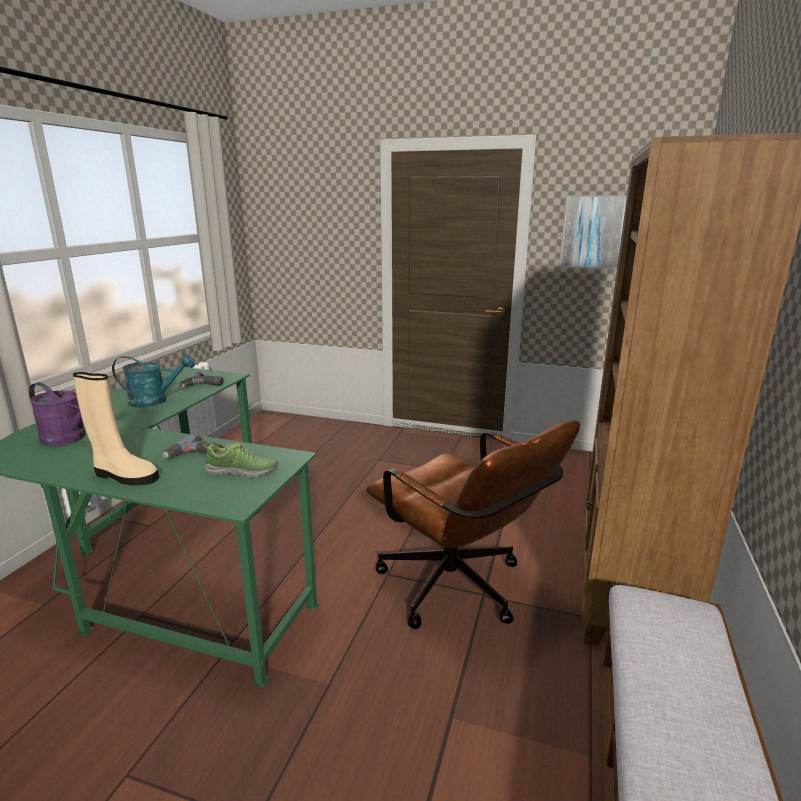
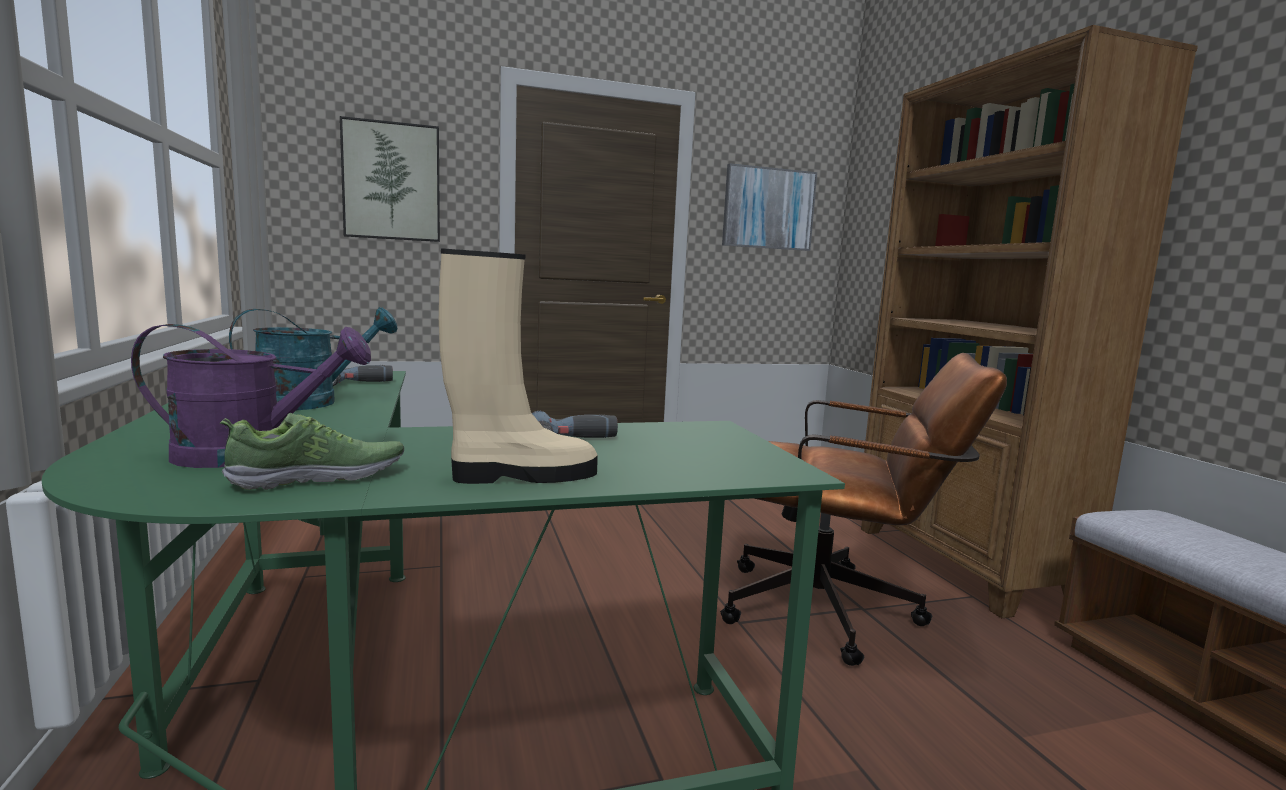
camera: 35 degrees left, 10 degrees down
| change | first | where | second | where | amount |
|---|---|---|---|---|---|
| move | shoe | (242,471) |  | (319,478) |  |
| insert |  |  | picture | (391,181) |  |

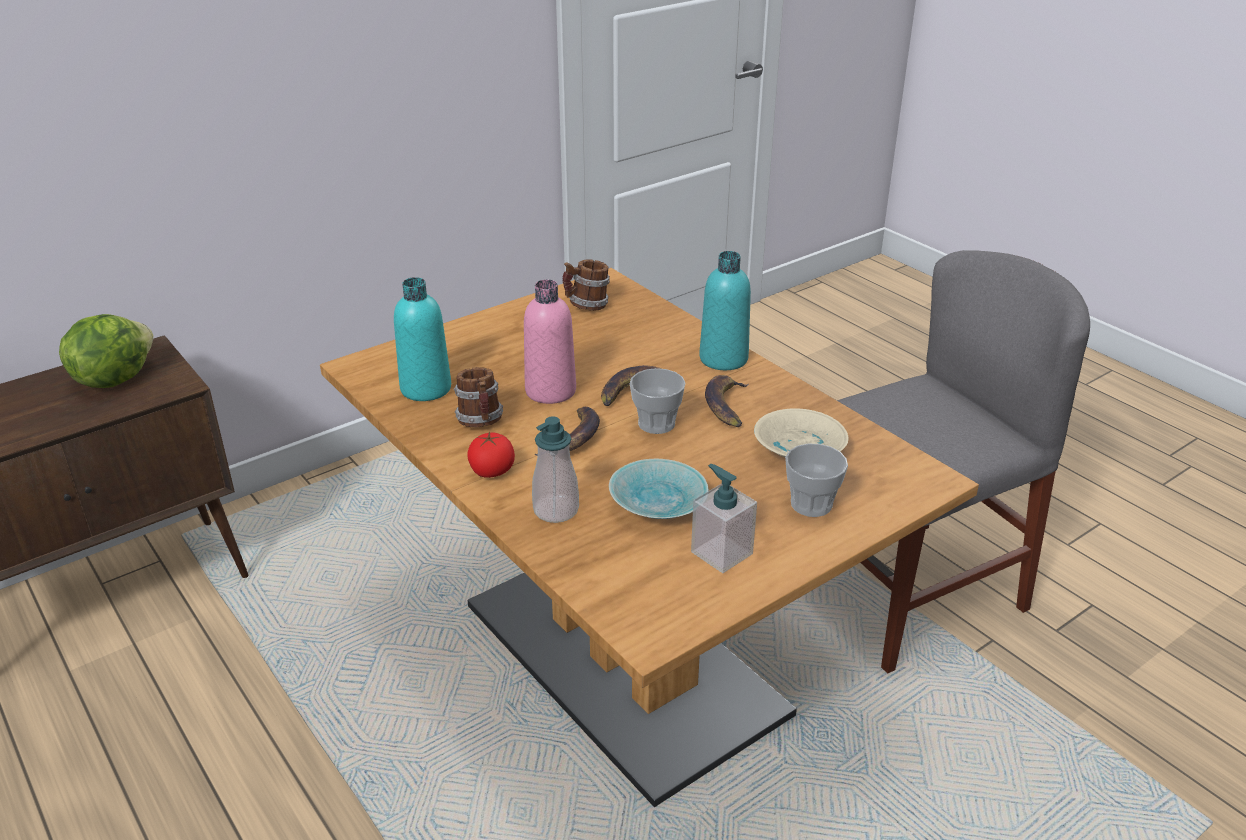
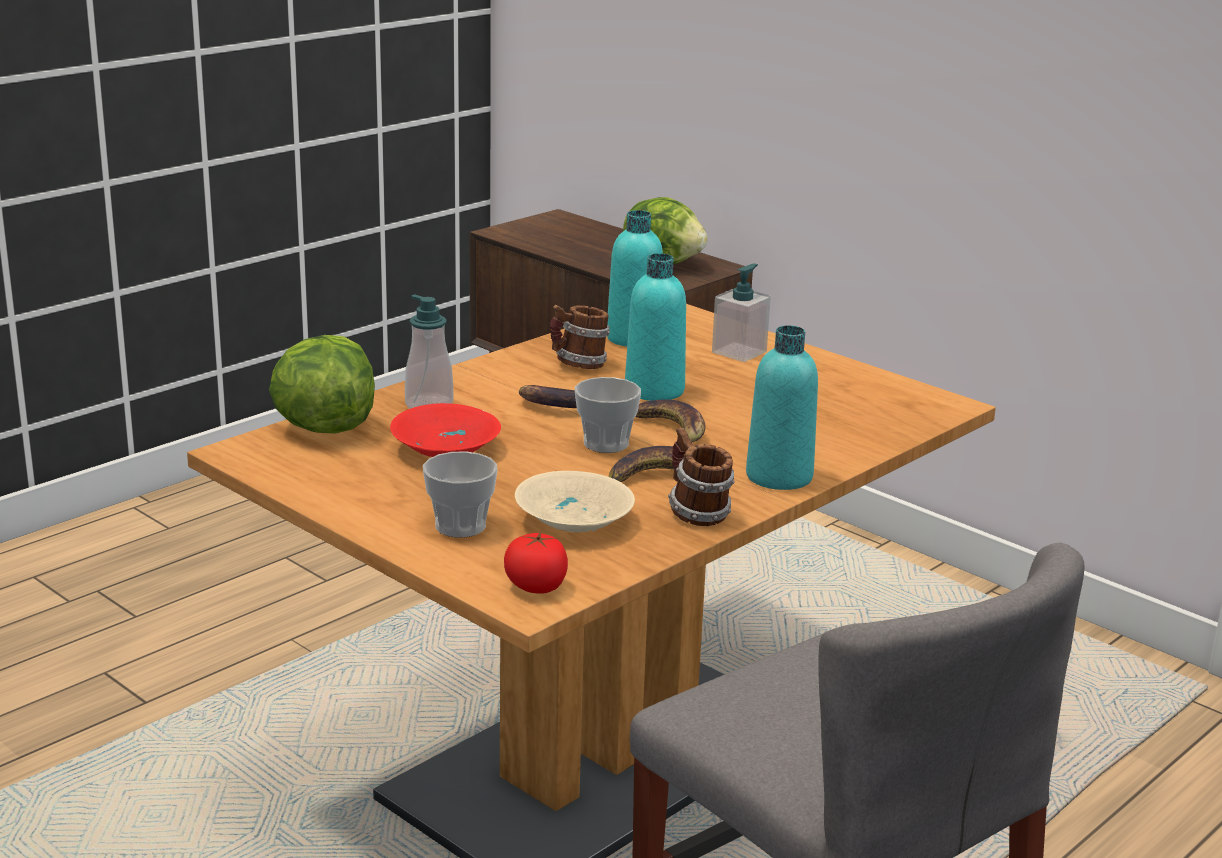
camera: 80 degrees right, 10 degrees down
| change | first | where | second | where | amount |
|---|---|---|---|---|---|
| move | tomato | (492,471) |  | (536,587) |  |
| recolor | beverage bottle/pinkish | (550,391) | beverage bottle/turquoise-coloured | (654,390) |  |
| move | mug | (586,306) |  | (696,513) |  |
| recolor | deep dish/turquoise-coloured | (657,503) | deep dish/red | (449,448) |  |
| move | soap bottle | (721,553) |  | (739,352) |  |
| insert |  |  | head of lettuce | (324,427) |  |

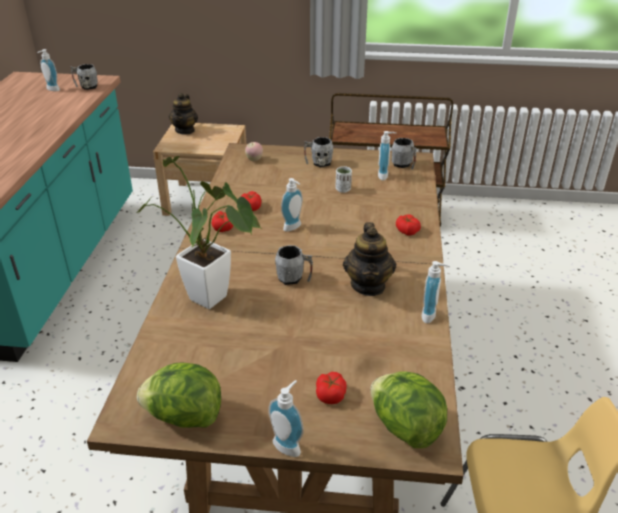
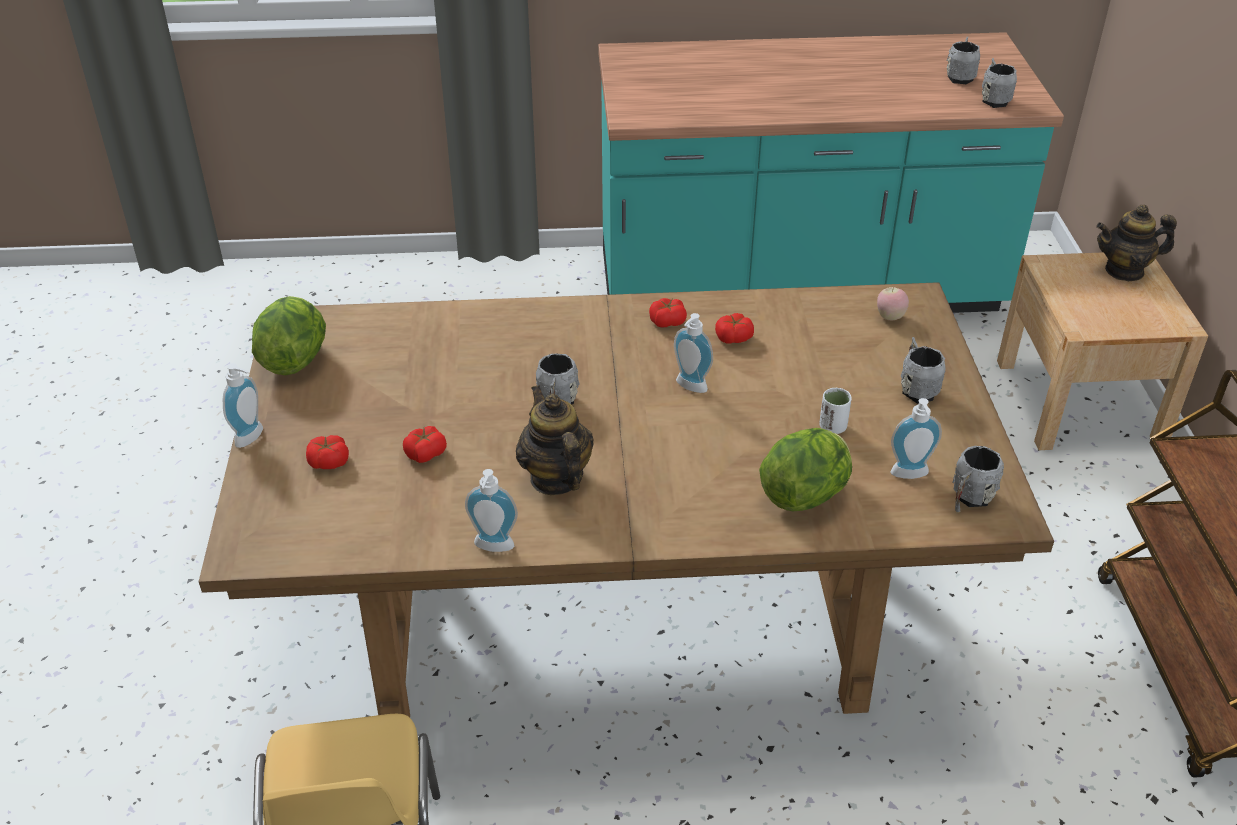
camera: 80 degrees right, 5 degrees up
| change | first | where | second | where | amount |
|---|---|---|---|---|---|
| replace | soap bottle | (51,90) | mug/gray | (960,76) |  |
| delete | potted plant | (214,302) |  |  |  |
| rotate | tea pot | (368,285) |  | (555,478) | 75 degrees clockwise |
| move | head of lettuce | (404,427) |  | (805,494) |  |
| move | tomato | (407,231) |  | (425,453) |  |

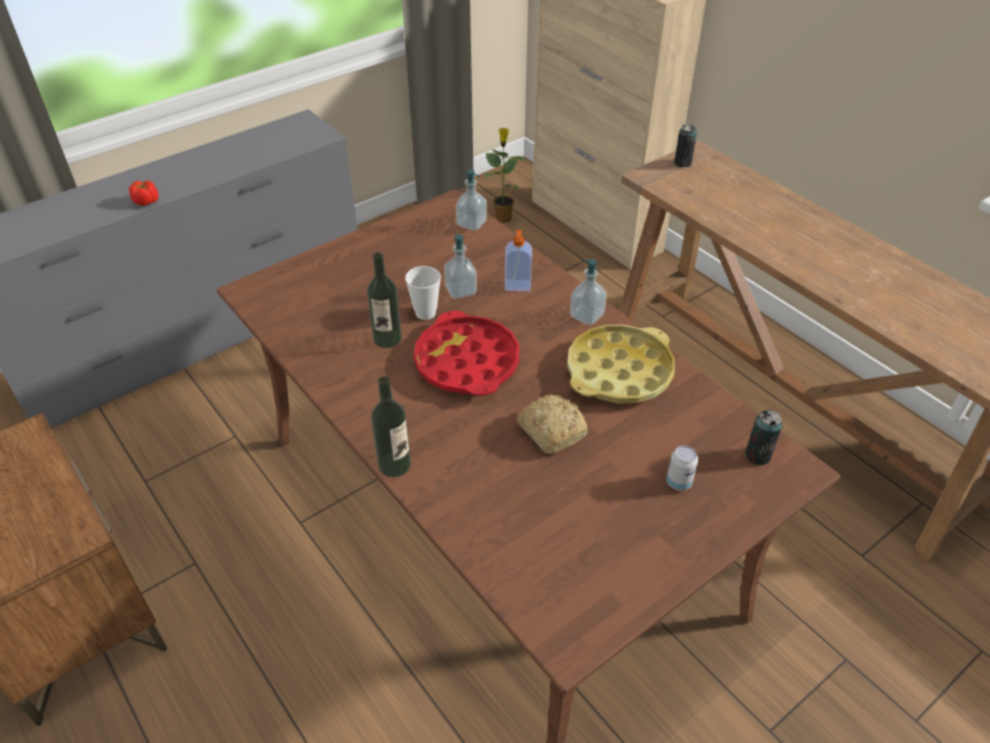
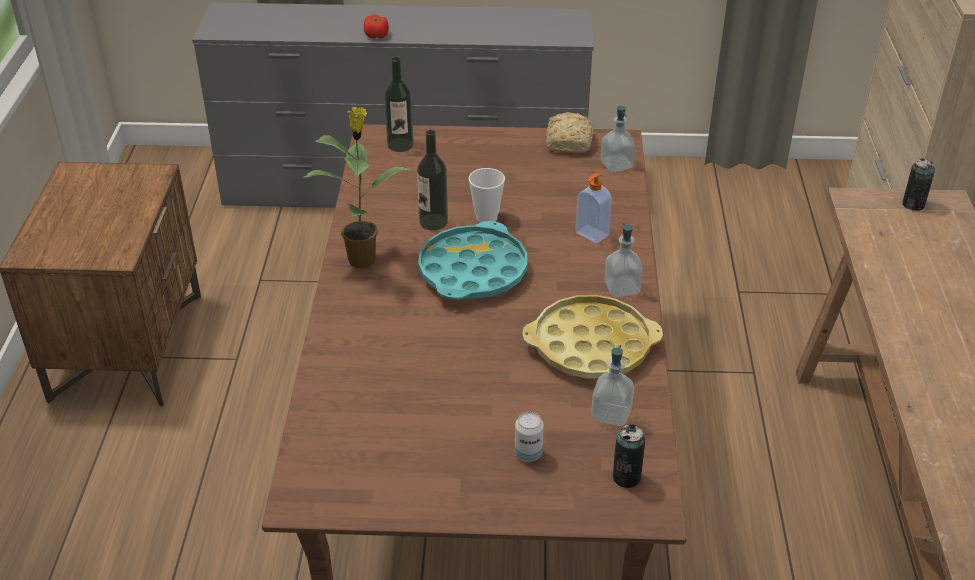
camera: 40 degrees right, 5 degrees down
| change | first | where | second | where | amount |
|---|---|---|---|---|---|
| move | beverage bottle | (394,464) |  | (400,145) |  |
| recolor | serving tray/red | (467,362) | serving tray/turquoise-coloured | (472,271) |  |
| move | soap bottle | (460,290) |  | (611,414) |  |
| move | potted plant | (503,218) |  | (363,258) |  |
| move | baked bread | (551,430) |  | (569,142) |  |

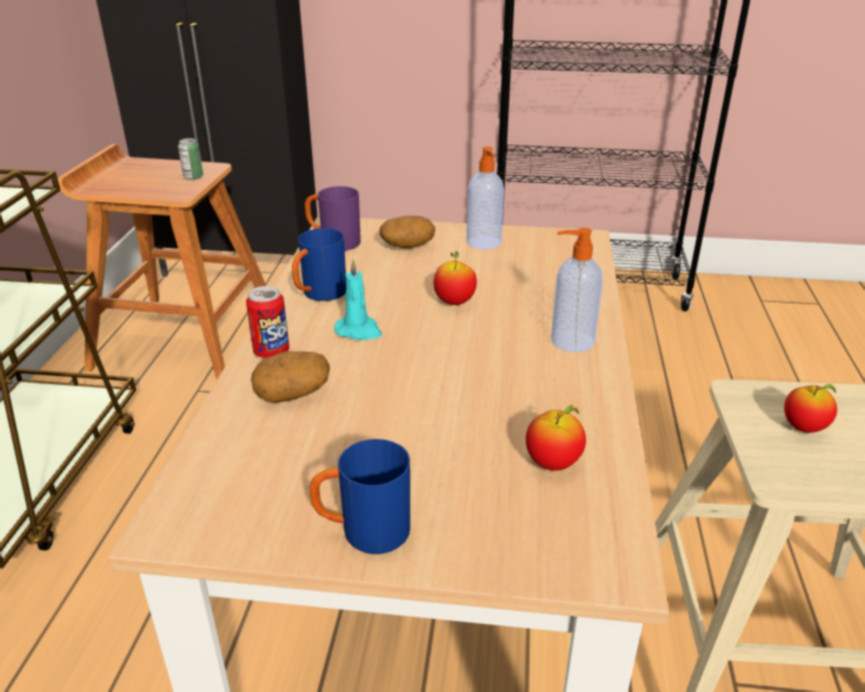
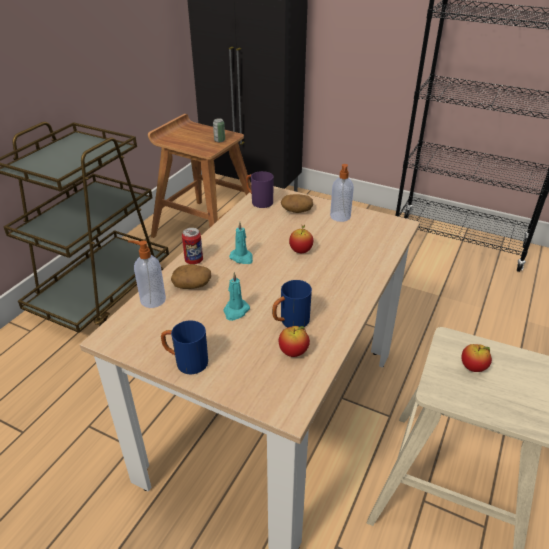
camera: 20 degrees right, 5 degrees up
| change | first | where | second | where | amount |
|---|---|---|---|---|---|
| move | mug/bluish | (319,295) |  | (290,322) |  |
| move | soap bottle | (570,341) |  | (152,300) |  |
| insert |  |  | wax candle/turquoise-coloured | (235,311) |  |

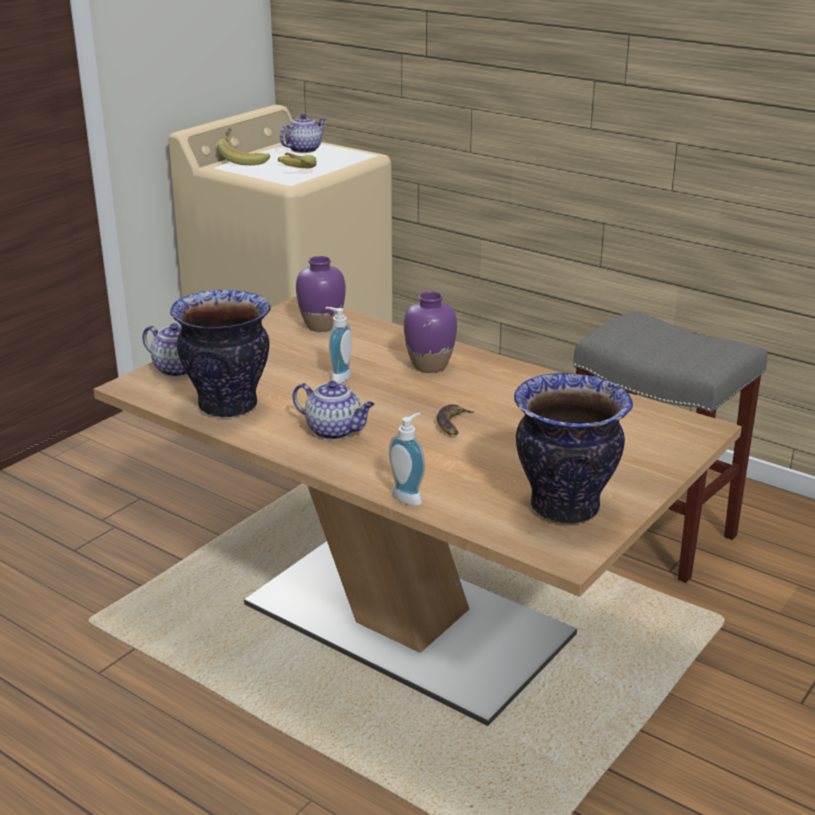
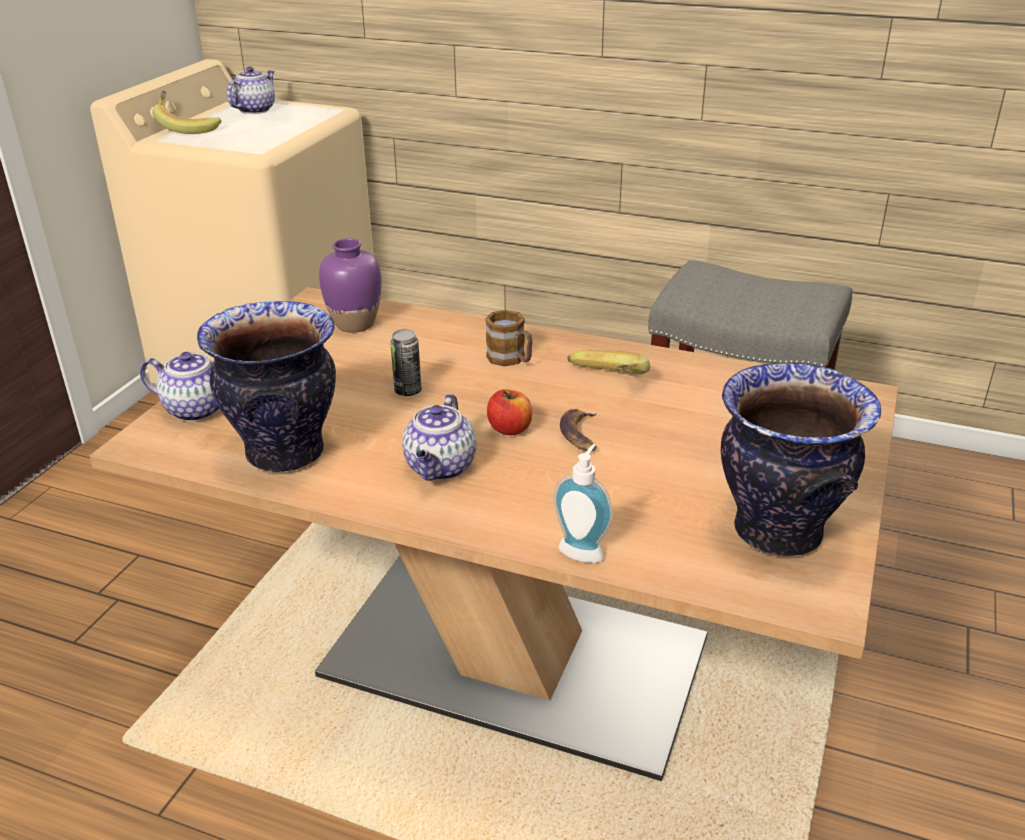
camera: 15 degrees left, 5 degrees up
| change | first | where | second | where | amount |
|---|---|---|---|---|---|
| move | banana fruit | (291,172) |  | (605,384) |  |
| rotate | tea pot | (335,431) |  | (441,468) | 90 degrees clockwise |
| replace | soap bottle | (338,377) | metal can | (408,391) |  |
| replace | decorative vase/purple | (430,366) | mug | (511,360) |  |
| insert |  |  | apple | (510,429) |  |

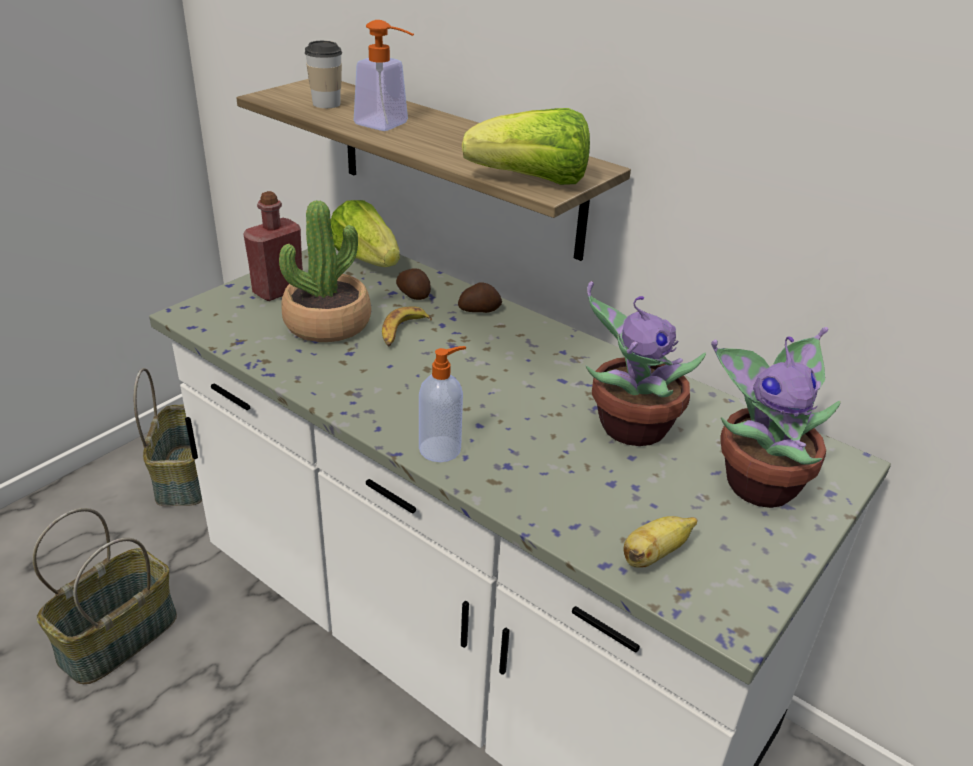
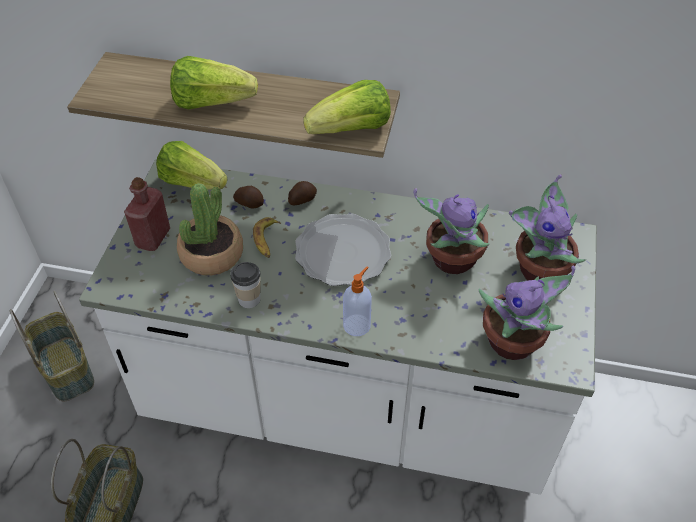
camera: 25 degrees left, 15 degrees up
| change | first | where | second | where | amount |
|---|---|---|---|---|---|
| move | cup | (326,104) |  | (249,299) |  |
| replace | soap bottle | (388,126) | head of lettuce | (211,102) |  |
| replace | banana fruit | (654,555) | potted plant | (513,344) |  |
| insert |  |  | plate | (342,253) |  |

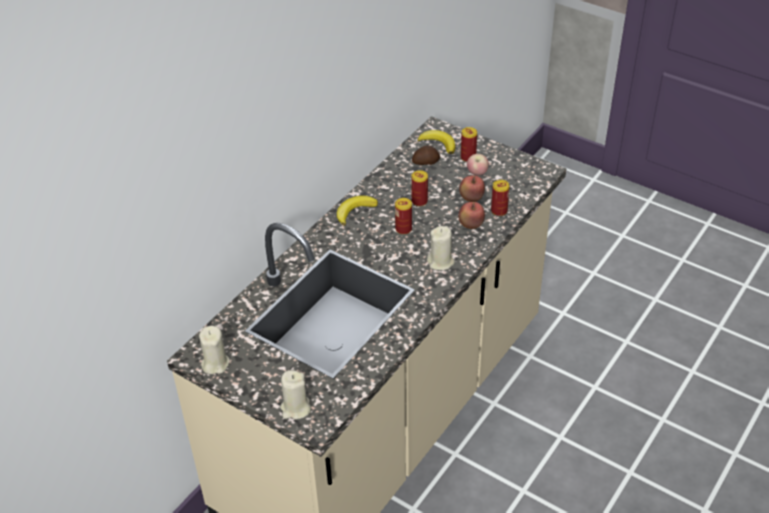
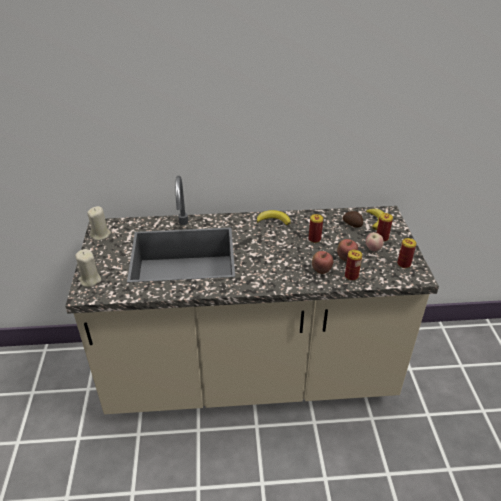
camera: 50 degrees right, 5 degrees down
| change | first | where | second | where | amount |
|---|---|---|---|---|---|
| move | metal can | (403,229) |  | (403,264) |  |
| delete | wax candle/beige-coloured | (441,262) |  |  |  |

